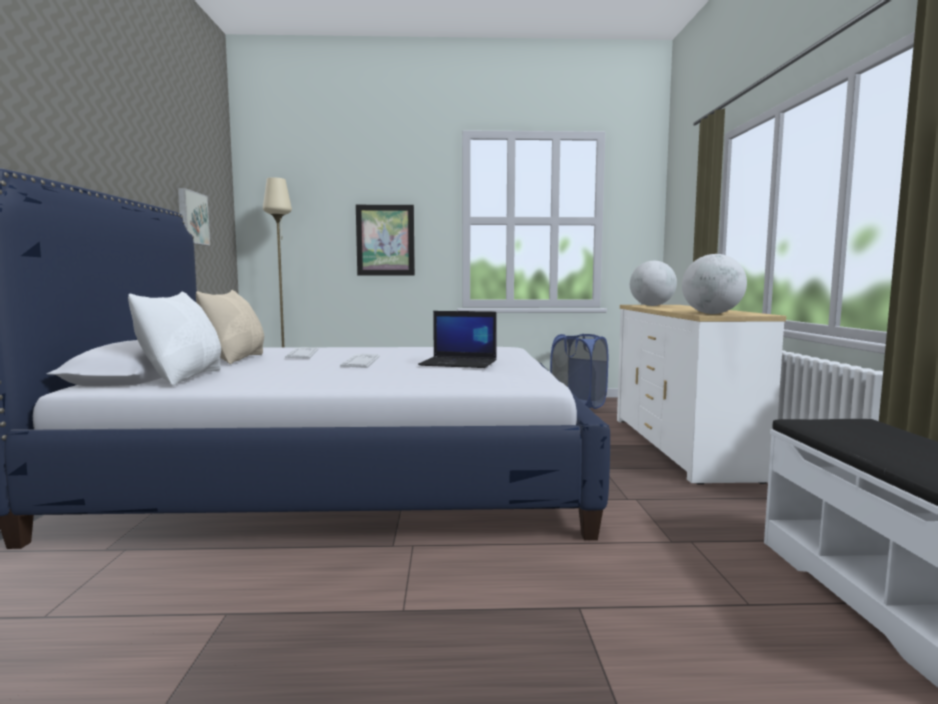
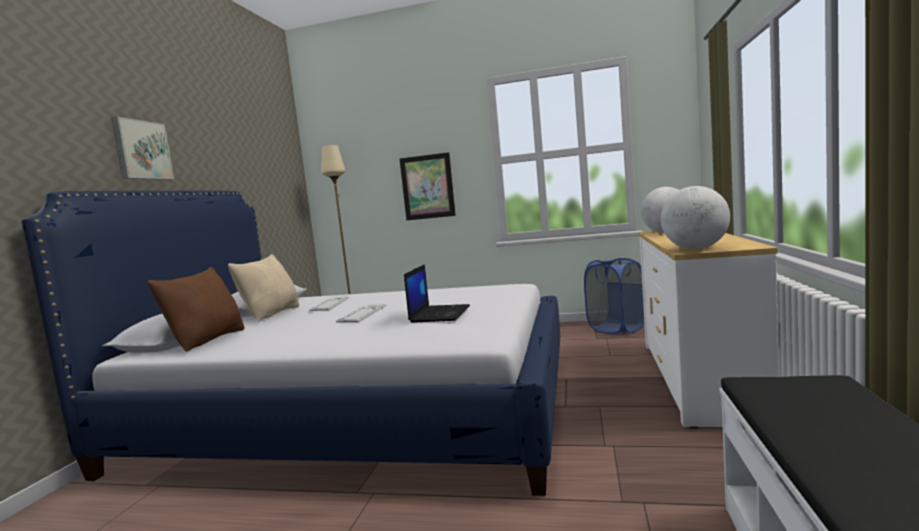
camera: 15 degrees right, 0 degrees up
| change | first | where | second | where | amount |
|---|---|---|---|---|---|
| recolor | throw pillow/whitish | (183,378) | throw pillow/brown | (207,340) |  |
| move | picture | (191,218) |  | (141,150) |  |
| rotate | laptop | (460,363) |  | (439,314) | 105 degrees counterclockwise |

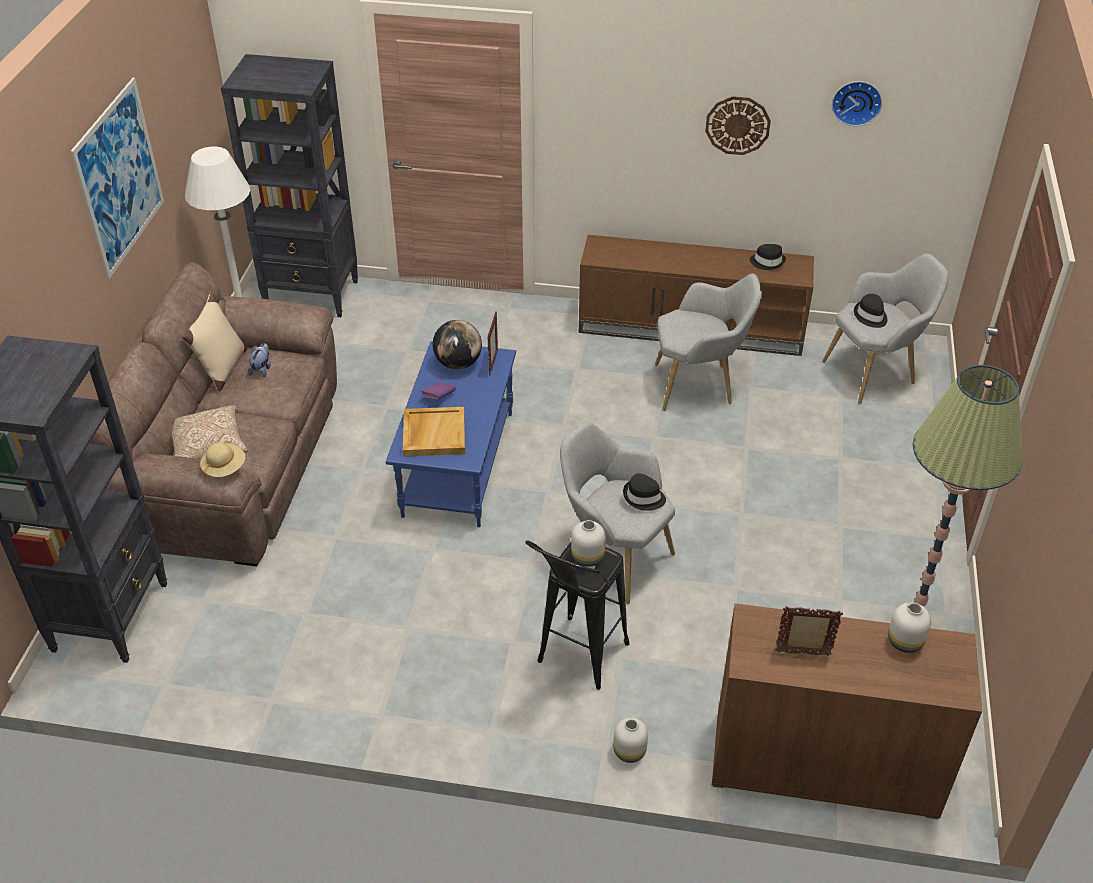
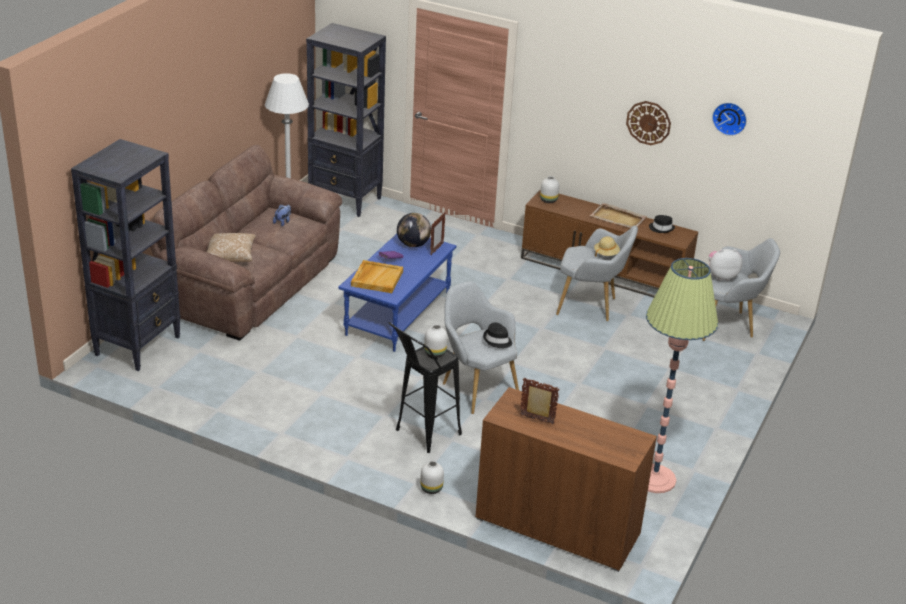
camera: 15 degrees right, 10 degrees down
| change | first | where | second | where | amount |
|---|---|---|---|---|---|
| delete | picture | (119,178) |  |  |  |
| delete | throw pillow/beige-coloured | (222,369) |  |  |  |
| move | clothing hat/beige-coloured | (224,468) |  | (607,254) |  |
| replace | clothing hat/black | (870,316) | plush toy | (721,276) |  |
| move | decorative vase/whitish | (904,642) |  | (548,200) |  |
| insert |  |  | serving tray/beige-coloured | (618,218) |  |

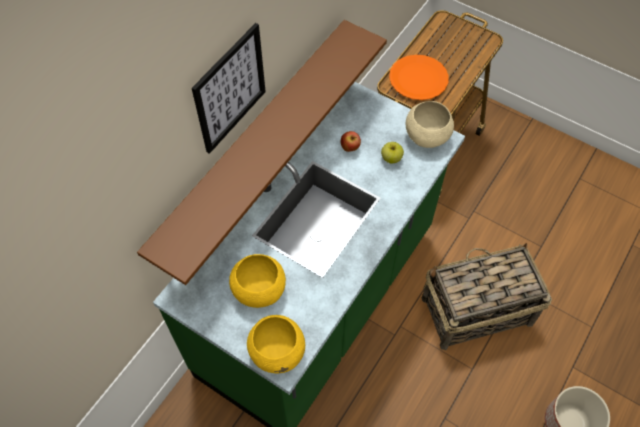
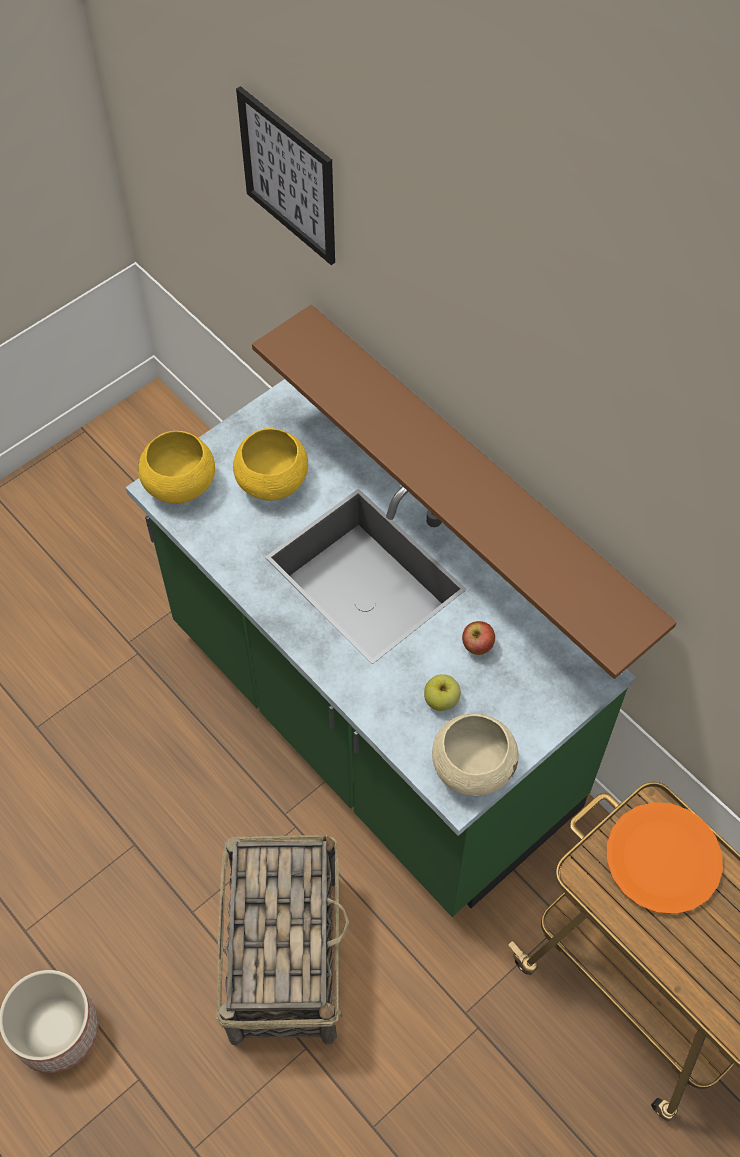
camera: 105 degrees right, 0 degrees up
| change | first | where | second | where | amount |
|---|---|---|---|---|---|
| move | picture | (230,89) |  | (288,176) |  |

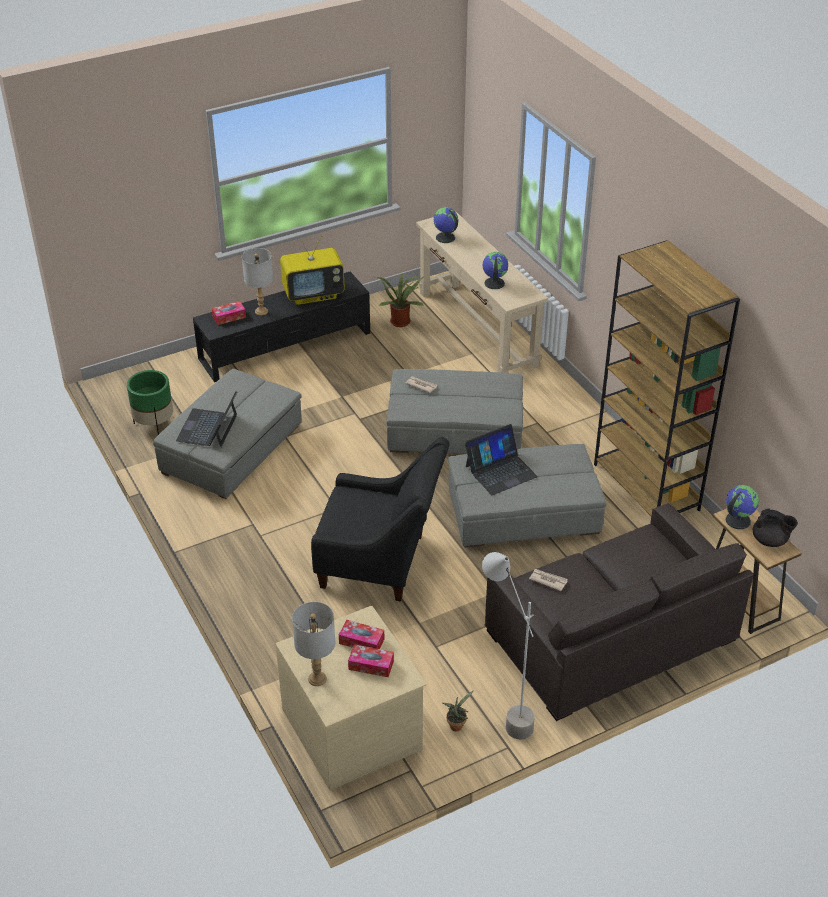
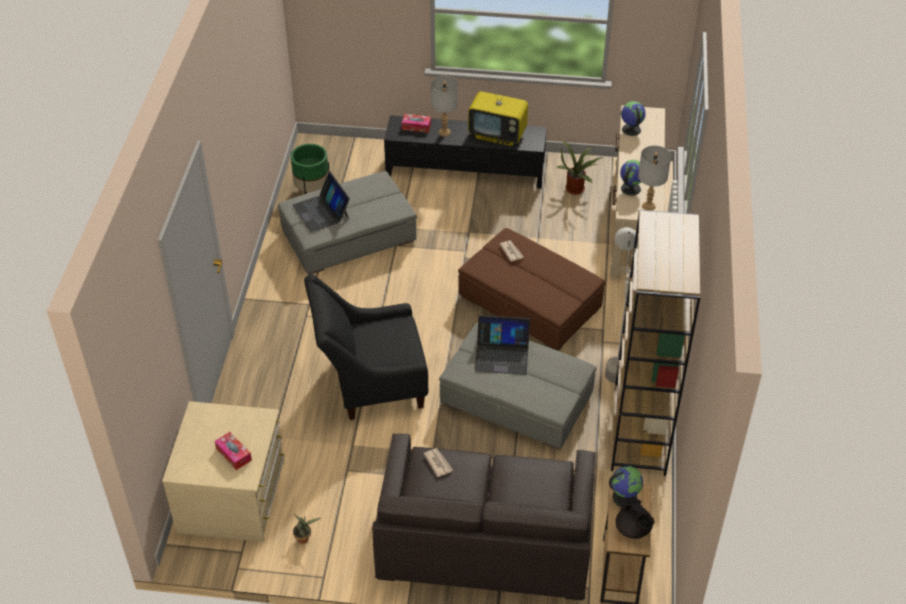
camera: 35 degrees right, 5 degrees up
| change | first | where | second | where | amount |
|---|---|---|---|---|---|
| rotate | laptop | (208,428) |  | (321,212) | 75 degrees counterclockwise |
| move | table lamp/gray | (317,678) |  | (648,206) |  |
| rotate | lounge chair/black | (381,563) |  | (370,383) | 120 degrees clockwise |
| delete | tissue holder | (361,641) |  |  |  |
| recolor | pouffe/gray | (455,430) | pouffe/brown | (529,303) |  |
| move | floor lamp/gray | (505,712) |  | (614,360) |  |

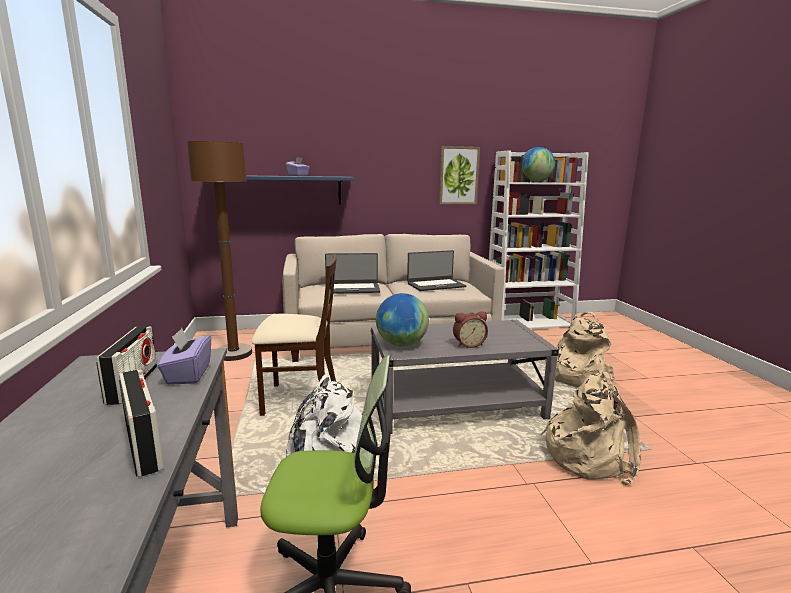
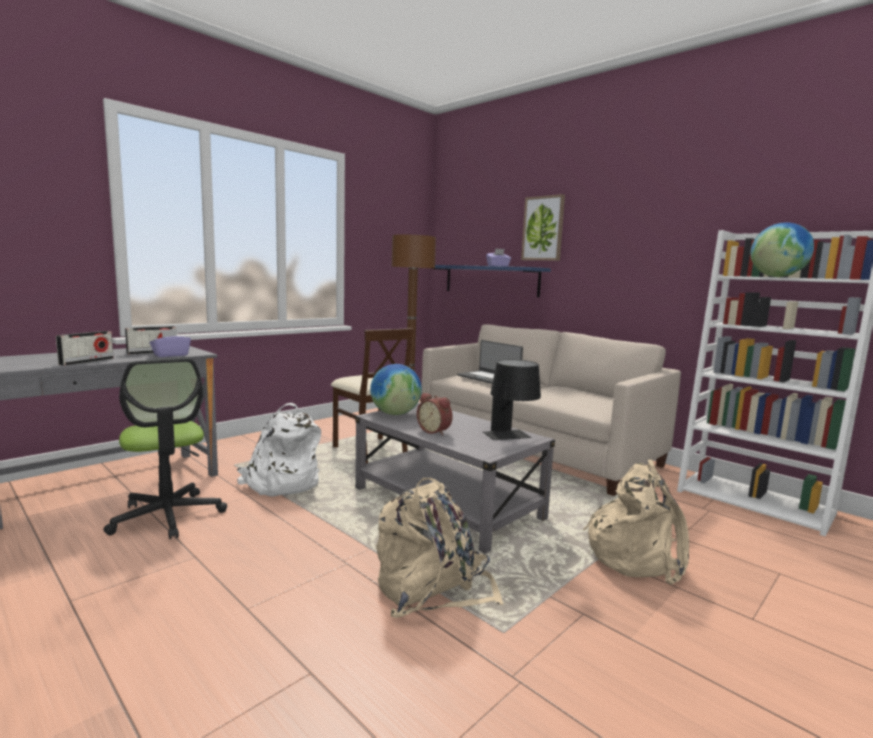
camera: 55 degrees right, 5 degrees down
| change | first | where | second | where | amount |
|---|---|---|---|---|---|
| delete | laptop | (436,285) |  |  |  |
| move | picture | (458,175) |  | (543,228) |  |
| insert |  |  | table lamp/black | (511,437) |  |

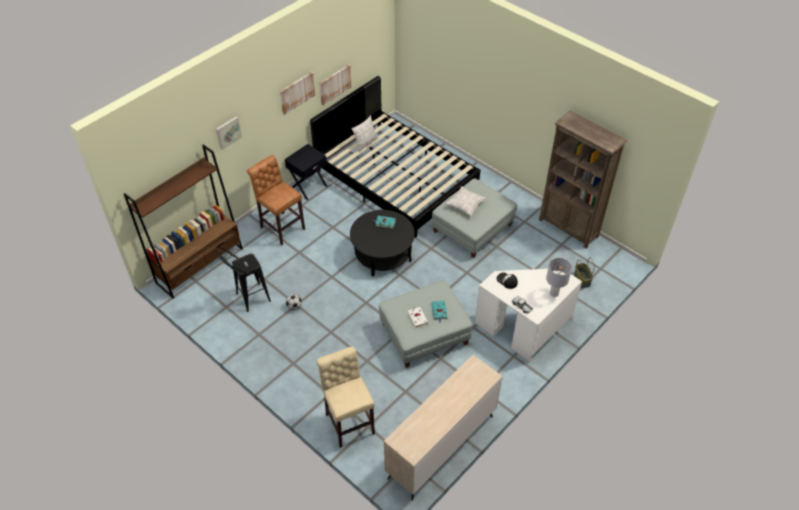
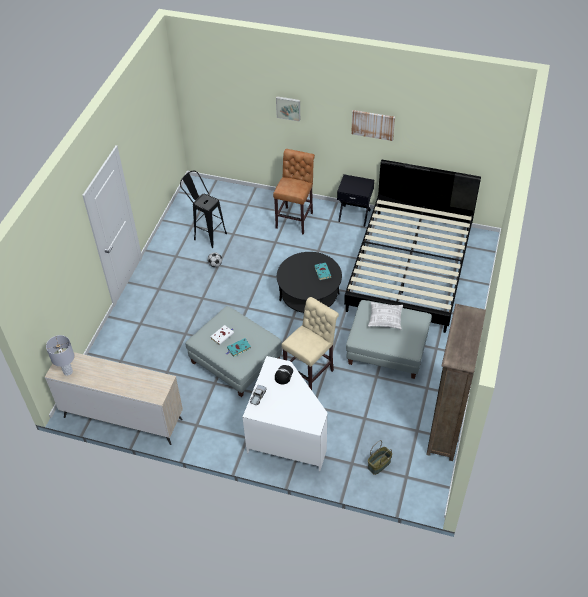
camera: 65 degrees right, 0 degrees up
| change | first | where | second | where | amount |
|---|---|---|---|---|---|
| delete | shelving unit/brown | (200,265) |  |  |  |
| move | stool seat/beige-coloured | (348,421) |  | (311,372) |  |
| delete | picture | (335,84) |  |  |  |
| delete | throw pillow | (365,143) |  |  |  |
| move | table lamp/gray | (554,293) |  | (68,372) |  |

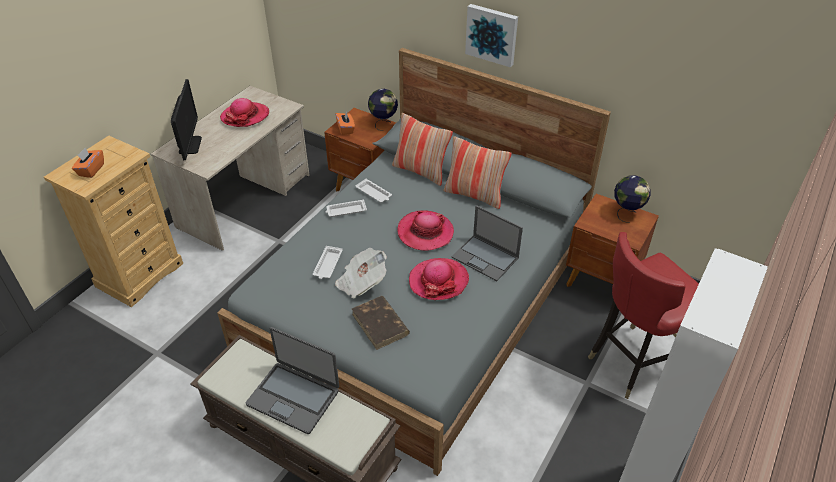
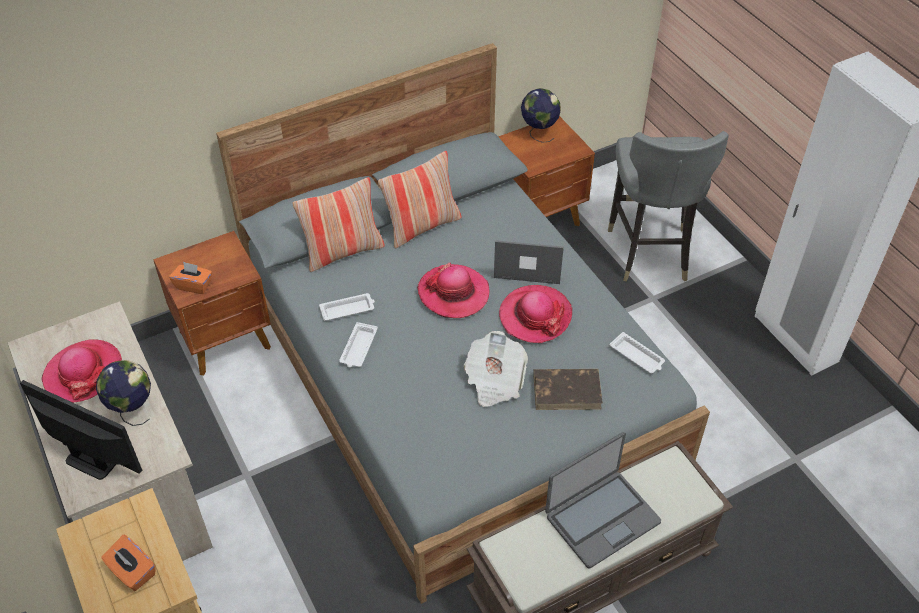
camera: 60 degrees left, 5 degrees up
| change | first | where | second | where | amount |
|---|---|---|---|---|---|
| move | serving tray/whitish | (327,265) |  | (637,356) |  |
| move | world globe | (383,123) |  | (132,410) |  |
| rotate | laptop | (486,258) |  | (527,263) | 150 degrees counterclockwise |
| delete | picture | (492,34) |  |  |  |
| recolor | plain chair/red | (633,362) | plain chair/gray | (649,252) |  |

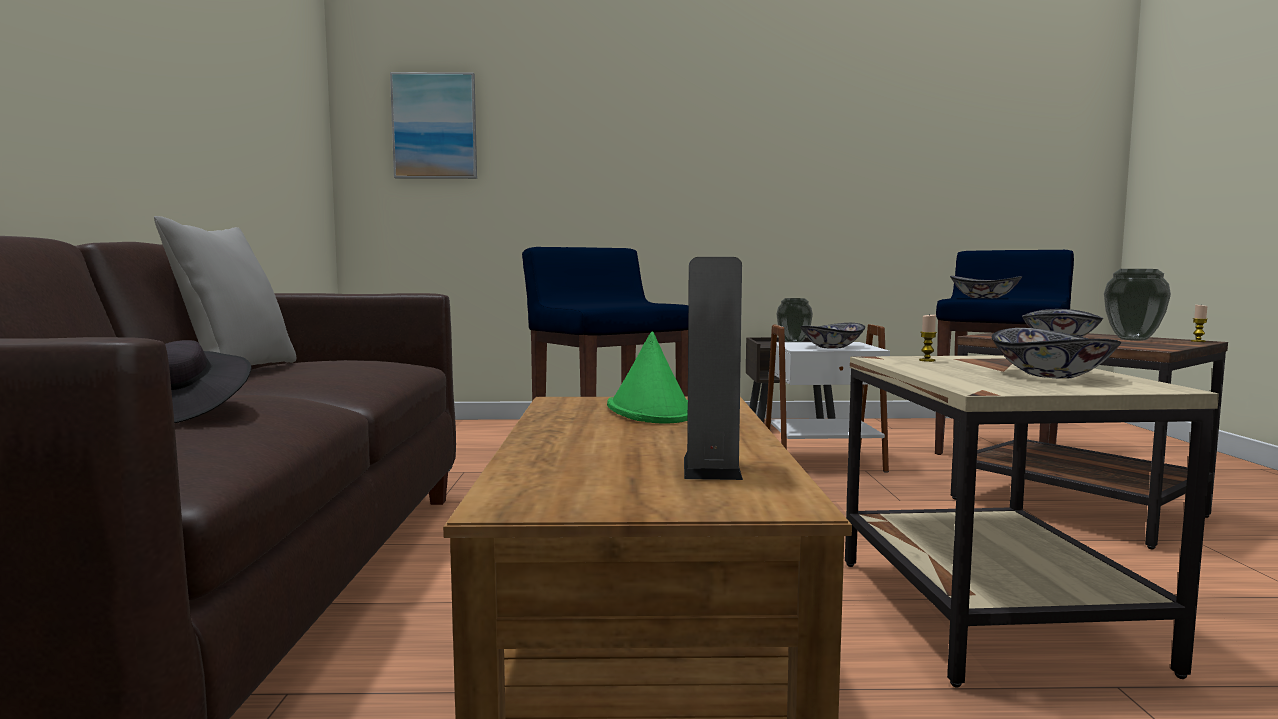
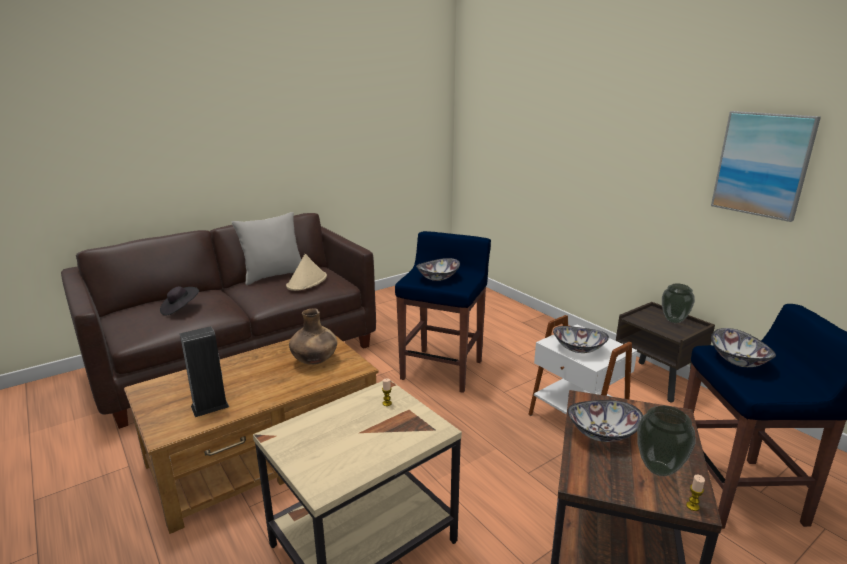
camera: 55 degrees right, 15 degrees up
| change | first | where | second | where | amount |
|---|---|---|---|---|---|
| move | picture | (435,126) |  | (762,164) |  |
| replace | clothing hat/green | (650,410) | decorative vase/brown | (314,361) |  |
| move | deep dish | (1052,375) |  | (438,278) |  |
| insert |  |  | clothing hat/beige-coloured | (307,282) |  |

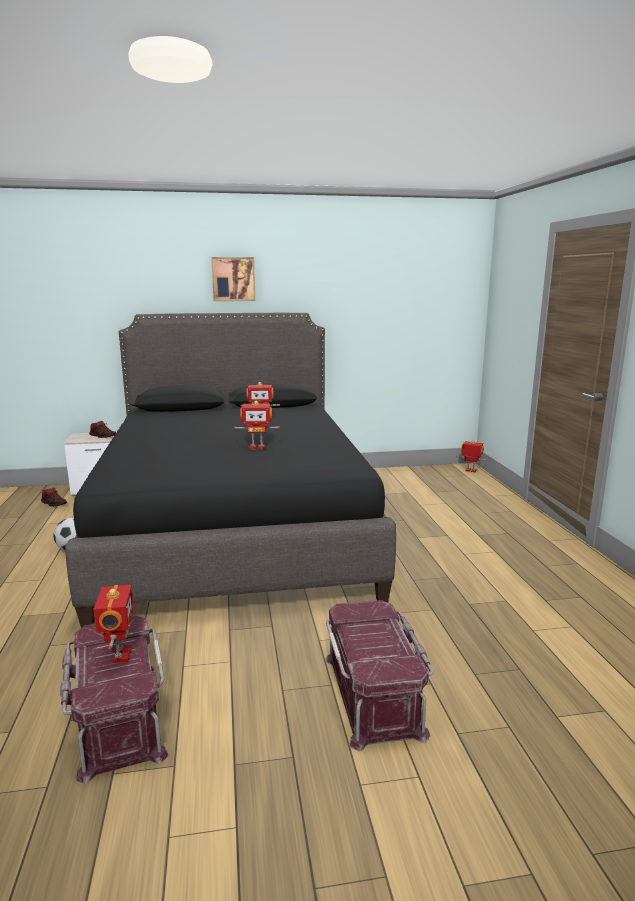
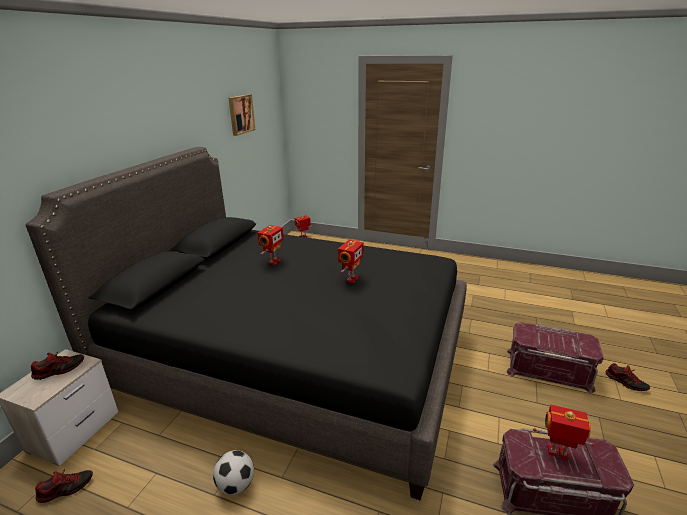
camera: 60 degrees left, 10 degrees up
| change | first | where | second | where | amount |
|---|---|---|---|---|---|
| move | picture | (233,279) |  | (240,114) |  |
| insert |  |  | shoe | (625,382) |  |

